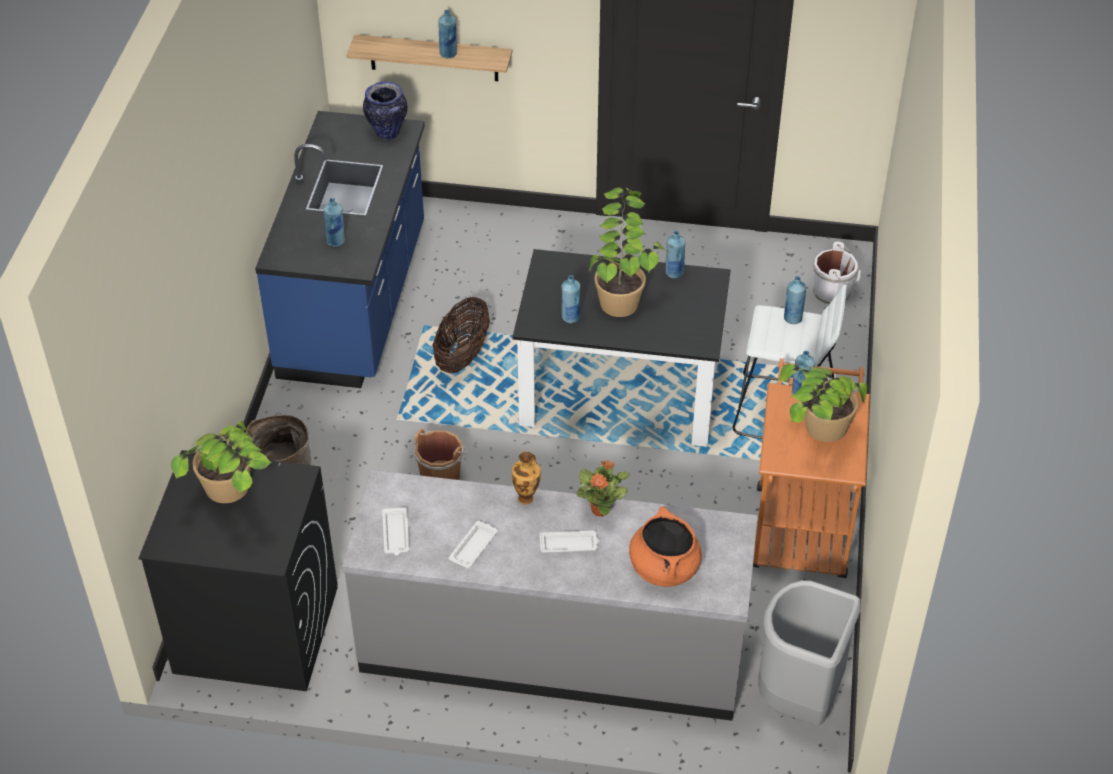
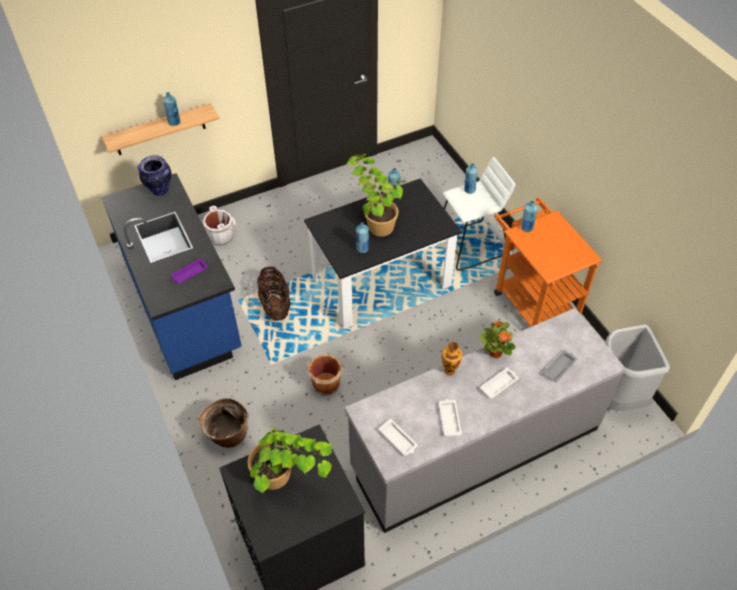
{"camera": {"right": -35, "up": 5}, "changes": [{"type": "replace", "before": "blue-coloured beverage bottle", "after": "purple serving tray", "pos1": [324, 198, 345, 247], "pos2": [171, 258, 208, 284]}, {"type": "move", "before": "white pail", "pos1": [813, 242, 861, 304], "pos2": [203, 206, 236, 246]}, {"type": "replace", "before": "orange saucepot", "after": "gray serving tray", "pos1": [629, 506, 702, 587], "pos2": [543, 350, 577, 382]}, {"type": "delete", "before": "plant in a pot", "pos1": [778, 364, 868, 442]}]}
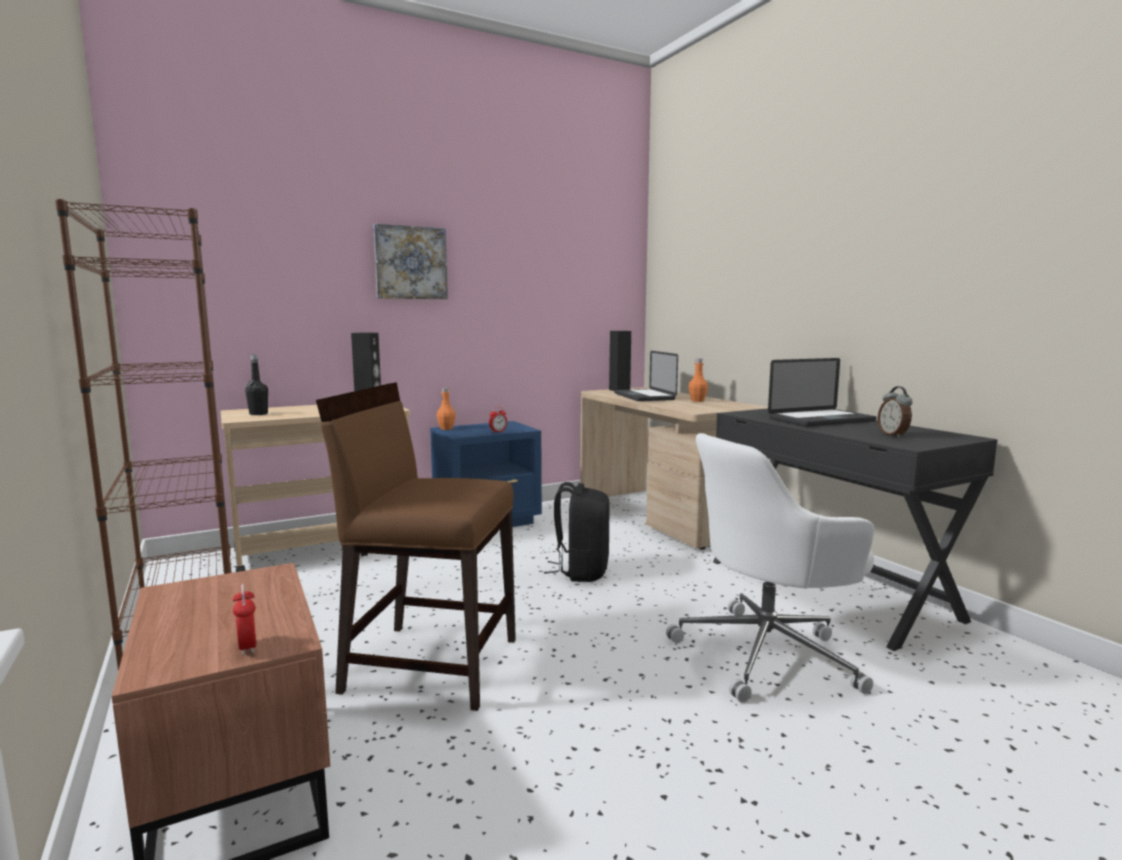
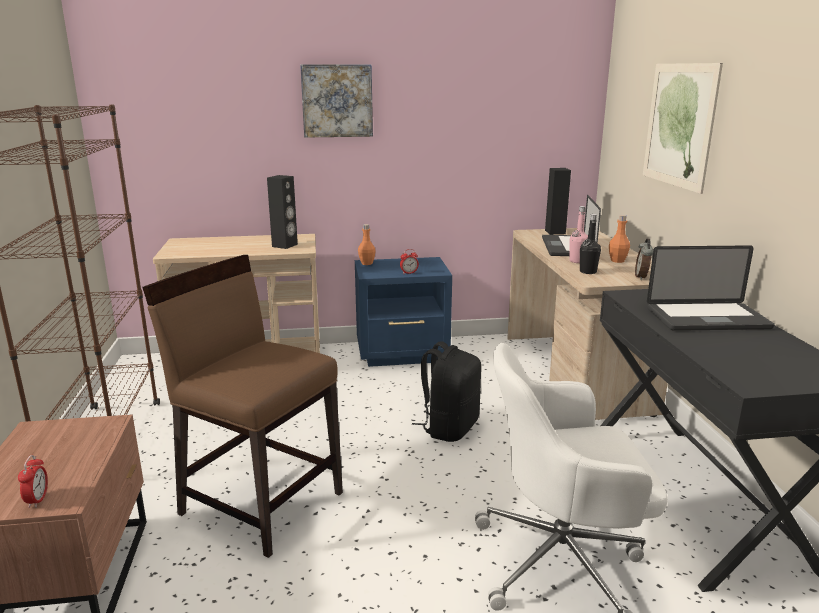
{"camera": {"right": 20, "up": 10}, "changes": [{"type": "insert", "after": "pinkish beverage bottle", "pos2": [570, 206, 588, 263]}, {"type": "move", "before": "blackish beverage bottle", "pos1": [245, 354, 268, 415], "pos2": [580, 214, 601, 274]}, {"type": "move", "before": "alarm clock", "pos1": [878, 386, 913, 438], "pos2": [635, 239, 654, 280]}, {"type": "insert", "after": "wall picture", "pos2": [643, 63, 723, 194]}]}
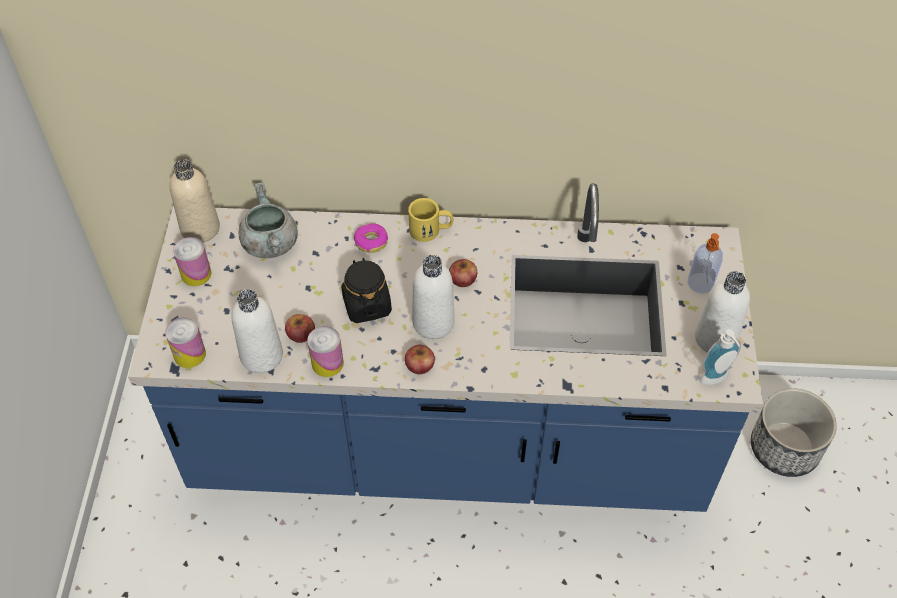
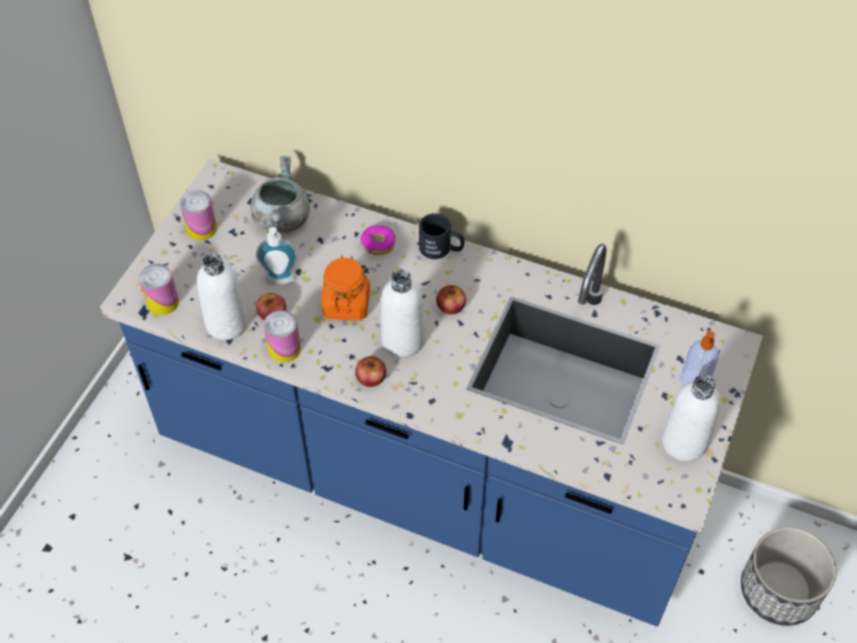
{"camera": {"right": 20, "up": 0}, "changes": [{"type": "move", "before": "soap dispenser", "pos1": [699, 329, 741, 385], "pos2": [256, 227, 298, 286]}, {"type": "recolor", "before": "blackish jar", "after": "orange jar", "pos1": [341, 258, 392, 323], "pos2": [321, 255, 370, 321]}, {"type": "recolor", "before": "yellow-coloured mug", "after": "blackish mug", "pos1": [408, 198, 453, 242], "pos2": [419, 213, 464, 259]}, {"type": "delete", "before": "beige beverage bottle", "pos1": [170, 159, 220, 242]}]}
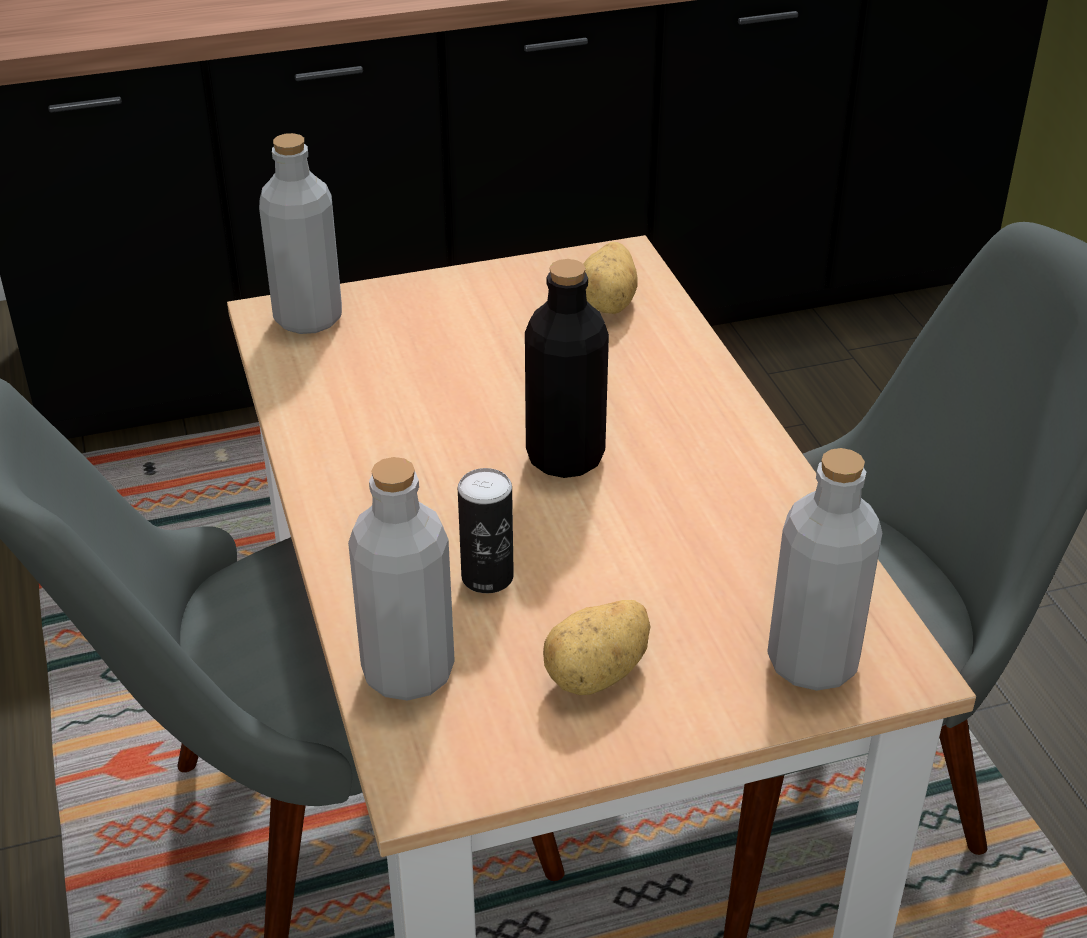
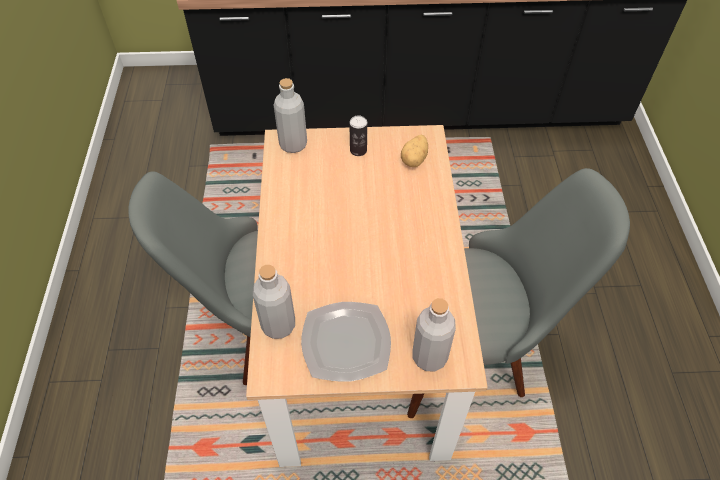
{"camera": {"right": 15, "up": 15}, "changes": [{"type": "replace", "before": "spud", "after": "plate", "pos1": [543, 600, 651, 695], "pos2": [301, 302, 391, 382]}, {"type": "move", "before": "metal can", "pos1": [458, 468, 514, 593], "pos2": [349, 115, 367, 156]}, {"type": "delete", "before": "blackish beverage bottle", "pos1": [525, 259, 609, 478]}]}
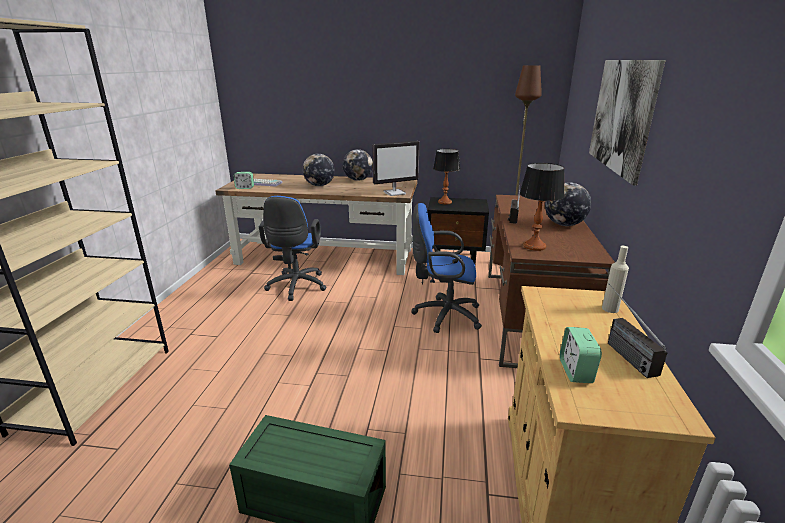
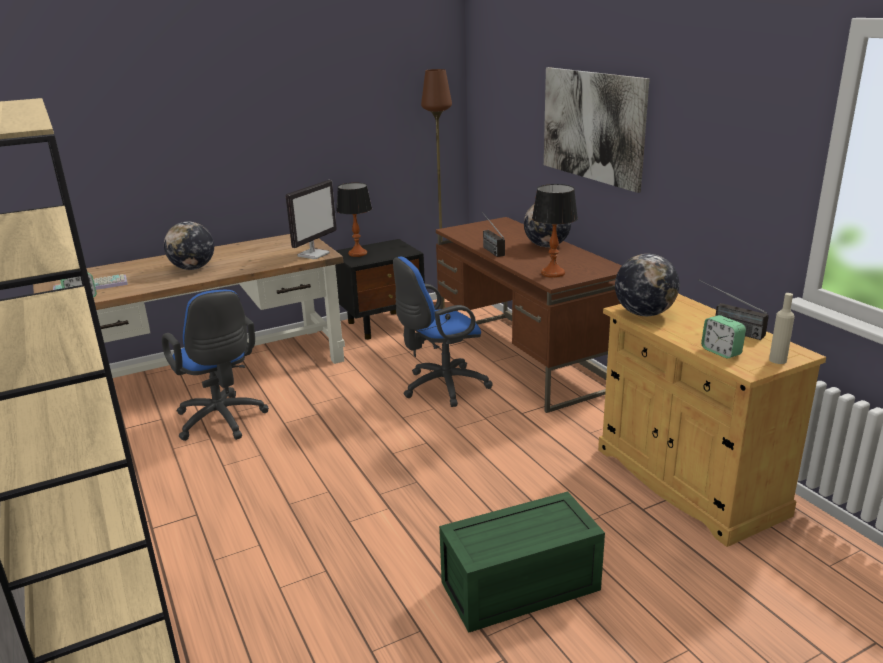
{"camera": {"right": -35, "up": 0}, "changes": [{"type": "move", "before": "world globe", "pos1": [343, 149, 373, 181], "pos2": [615, 254, 679, 316]}, {"type": "move", "before": "beige beverage bottle", "pos1": [602, 246, 629, 313], "pos2": [769, 293, 795, 364]}]}
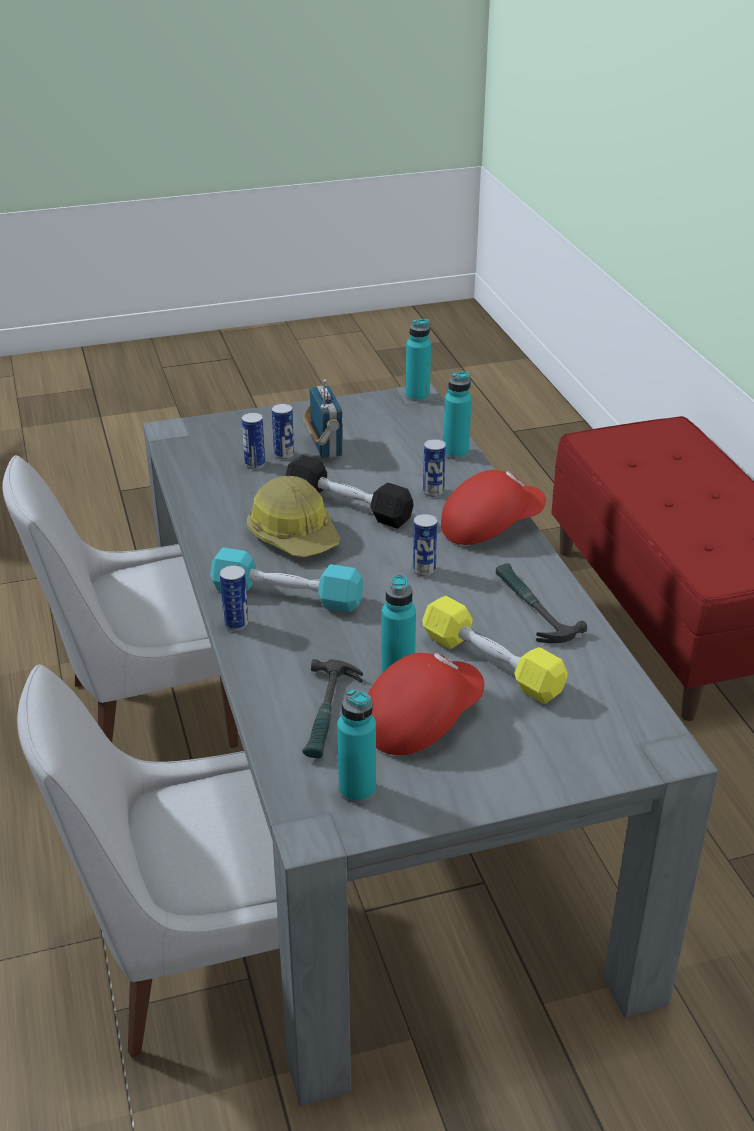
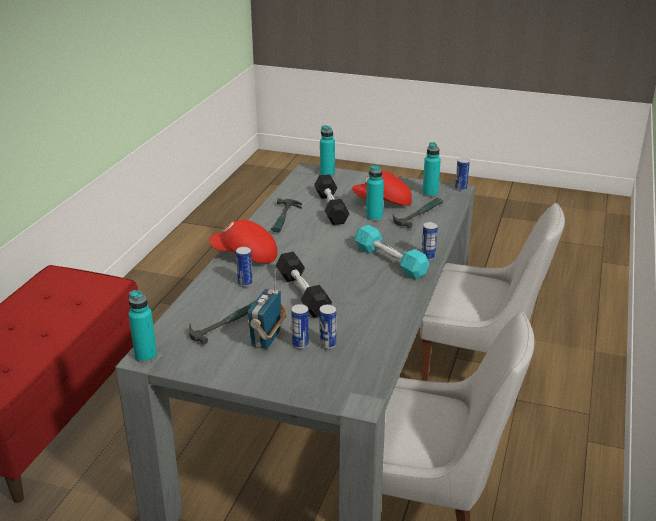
{"camera": {"right": -145, "up": -5}, "changes": [{"type": "insert", "after": "hand hammer", "pos2": [189, 300, 256, 345]}, {"type": "recolor", "before": "yellow-coloured dumbbell", "after": "blackish dumbbell", "pos1": [422, 596, 568, 704], "pos2": [314, 174, 349, 225]}, {"type": "move", "before": "turquoise-coloured beverage bottle", "pos1": [443, 371, 472, 460], "pos2": [320, 125, 335, 177]}, {"type": "move", "before": "metal can", "pos1": [413, 513, 438, 577], "pos2": [455, 158, 470, 192]}, {"type": "delete", "before": "work helmet", "pos1": [247, 476, 341, 557]}]}
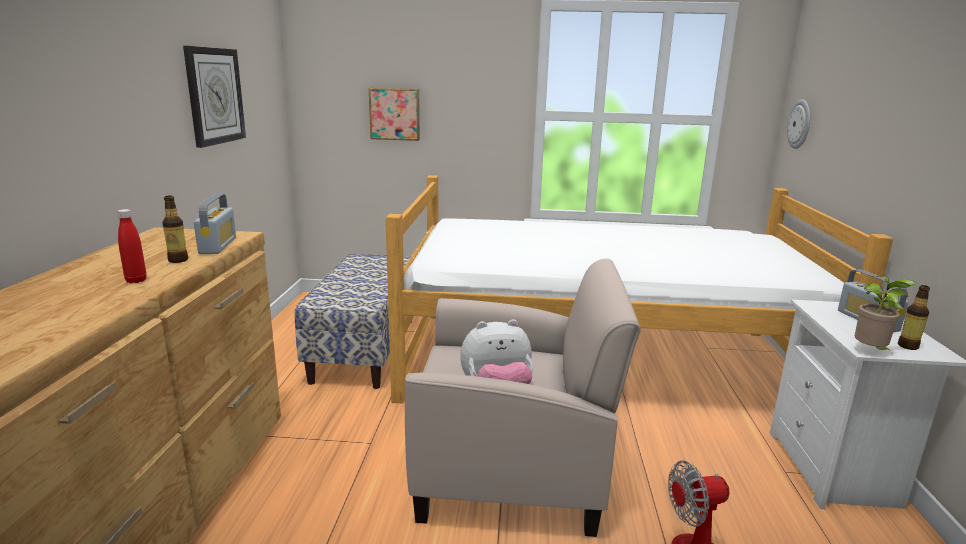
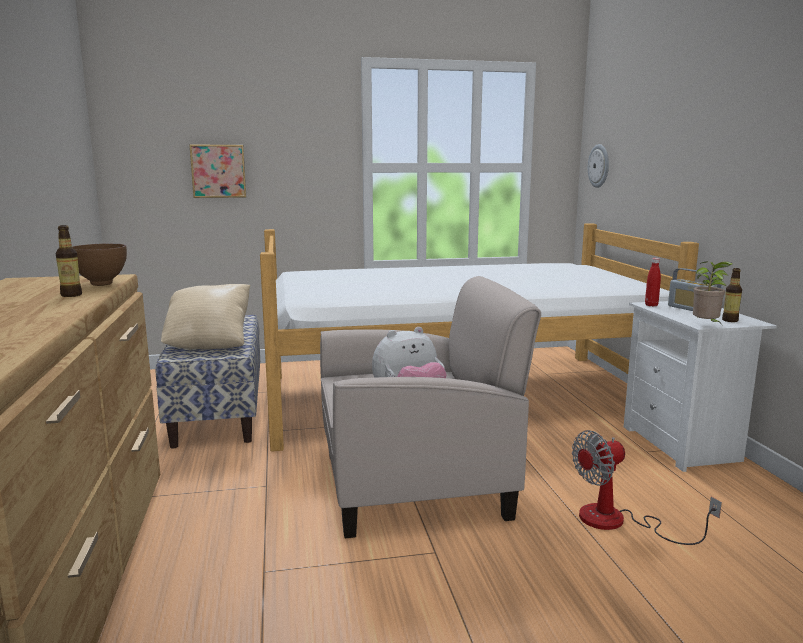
{"camera": {"right": -15, "up": -5}, "changes": [{"type": "replace", "before": "radio", "after": "brown-coloured deep dish", "pos1": [194, 194, 236, 254], "pos2": [72, 243, 127, 286]}, {"type": "insert", "after": "beige throw pillow", "pos2": [161, 284, 250, 350]}, {"type": "move", "before": "red-coloured beverage bottle", "pos1": [117, 209, 146, 283], "pos2": [645, 258, 661, 307]}, {"type": "delete", "before": "clock on the wall", "pos1": [183, 46, 246, 148]}]}
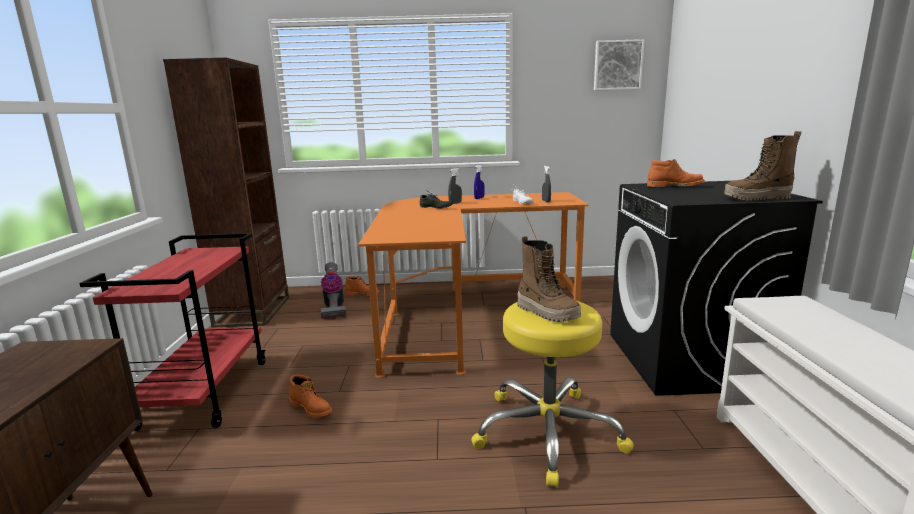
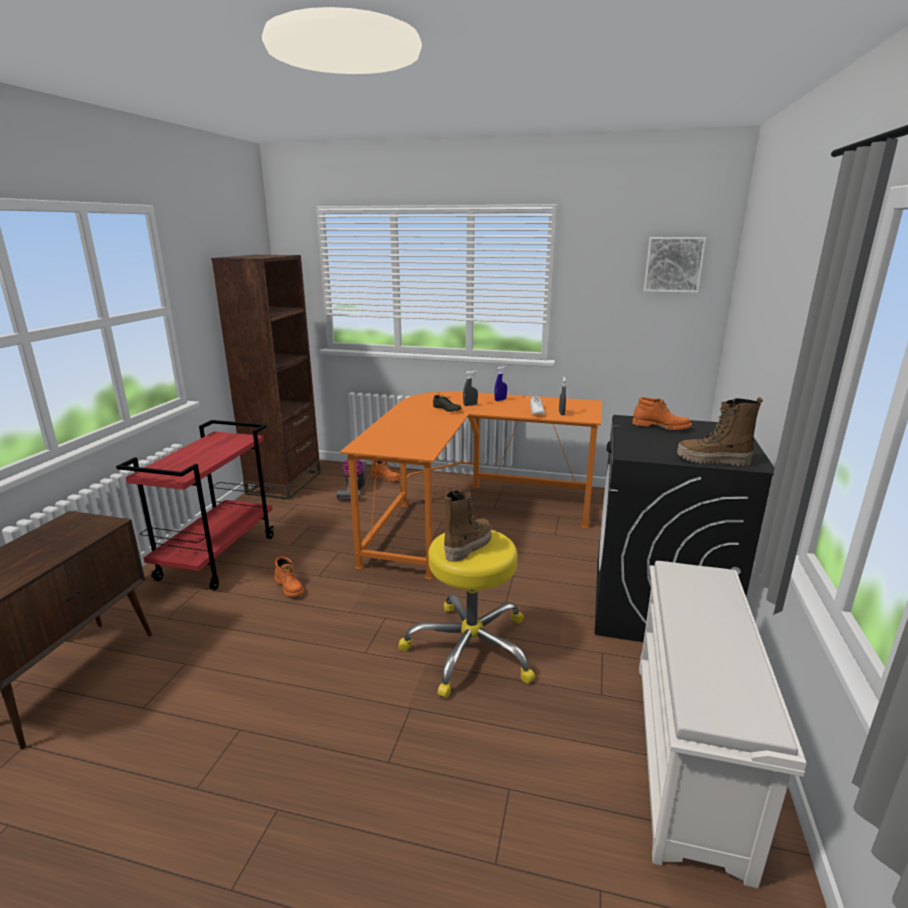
{"camera": {"right": 15, "up": 5}, "changes": [{"type": "rotate", "before": "high-top boot", "pos1": [517, 236, 581, 322], "pos2": [444, 490, 492, 562], "turn": -120}]}
